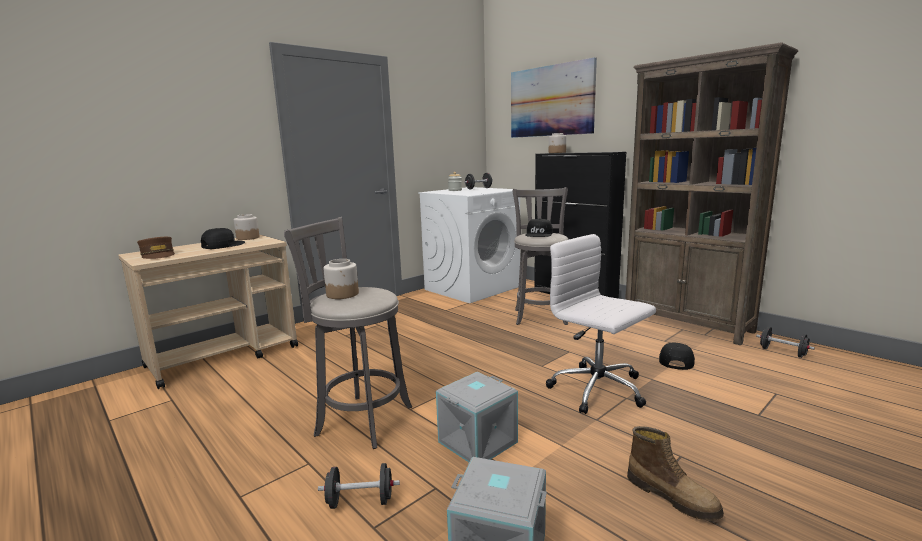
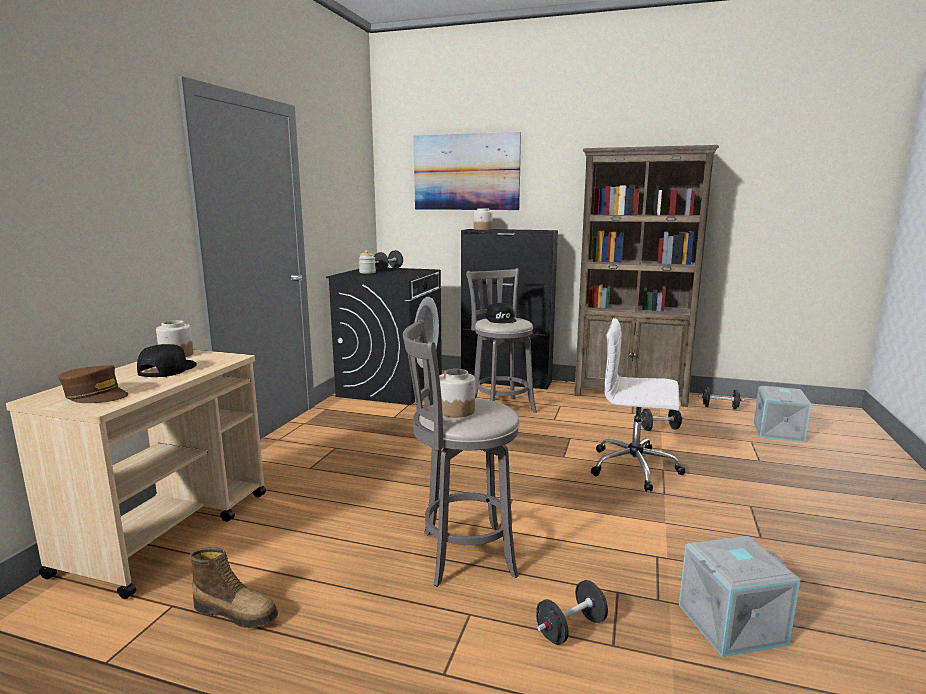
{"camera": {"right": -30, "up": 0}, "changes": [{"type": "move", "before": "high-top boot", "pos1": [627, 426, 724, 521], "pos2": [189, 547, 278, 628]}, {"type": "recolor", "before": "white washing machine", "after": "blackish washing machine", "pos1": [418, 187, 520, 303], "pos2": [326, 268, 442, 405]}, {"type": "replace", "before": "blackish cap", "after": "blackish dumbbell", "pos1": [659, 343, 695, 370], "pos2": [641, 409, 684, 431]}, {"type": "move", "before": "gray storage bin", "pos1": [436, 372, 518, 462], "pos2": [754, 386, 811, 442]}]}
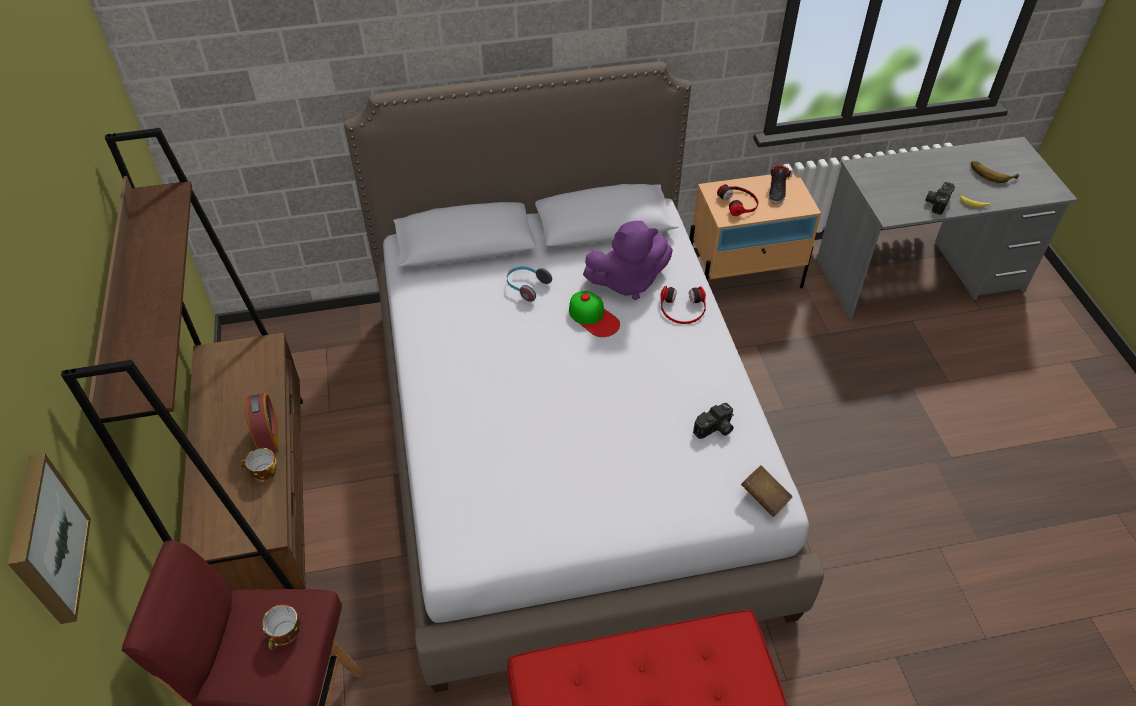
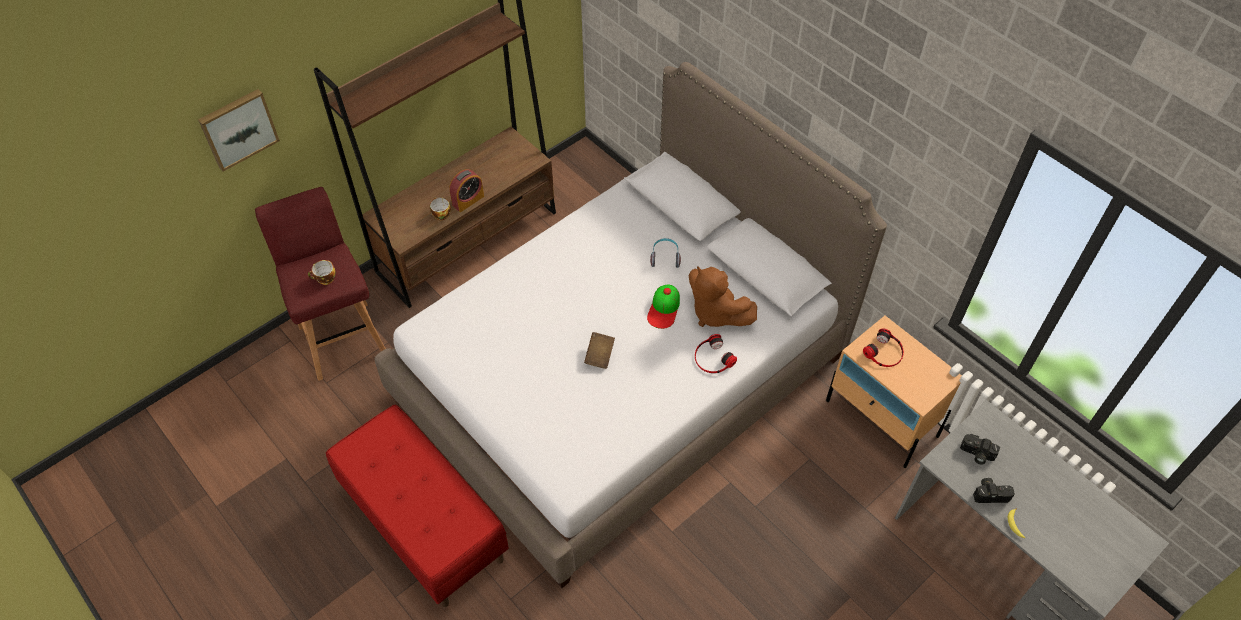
{"camera": {"right": 60, "up": 5}, "changes": [{"type": "move", "before": "brown-coloured bound book", "pos1": [741, 465, 793, 517], "pos2": [584, 332, 615, 369]}, {"type": "recolor", "before": "purple plush toy", "after": "brown-coloured plush toy", "pos1": [583, 221, 673, 300], "pos2": [689, 266, 757, 327]}, {"type": "move", "before": "still camera", "pos1": [693, 403, 733, 439], "pos2": [960, 434, 1000, 465]}, {"type": "delete", "before": "blackish shoe", "pos1": [769, 165, 791, 204]}, {"type": "delete", "before": "whole banana", "pos1": [971, 161, 1019, 183]}]}
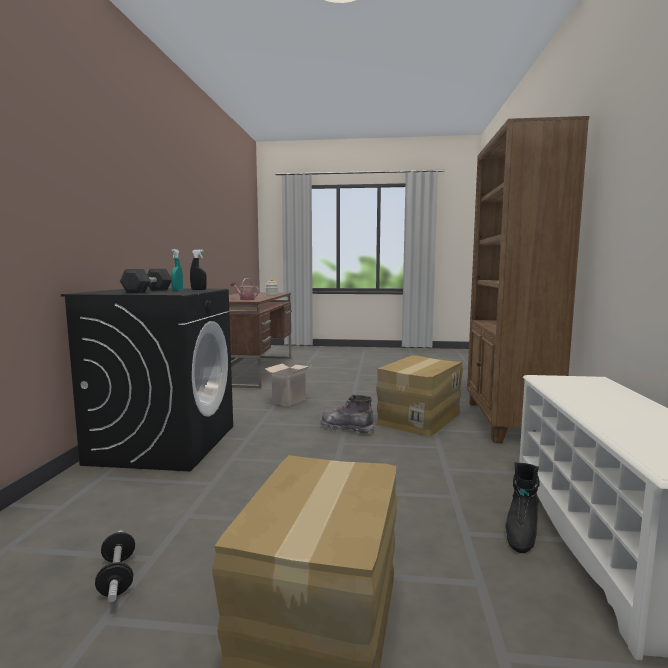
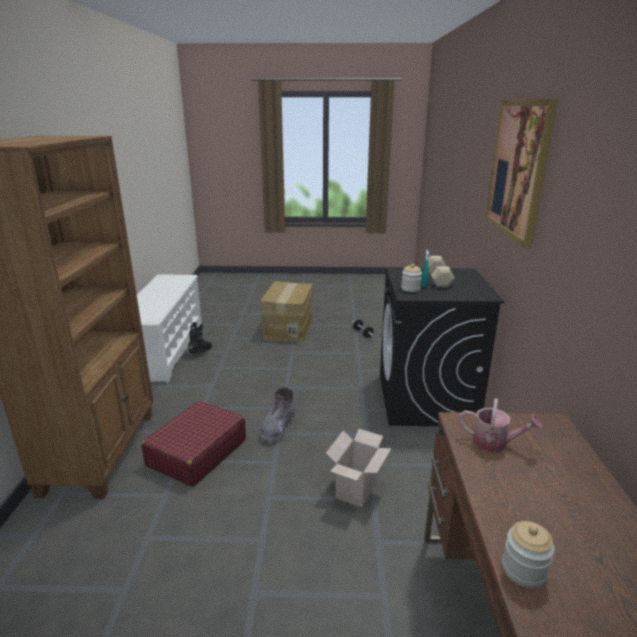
{"camera": {"right": 175, "up": 15}, "changes": [{"type": "replace", "before": "carton", "after": "red-coloured travel case", "pos1": [376, 355, 463, 437], "pos2": [141, 401, 246, 487]}, {"type": "rotate", "before": "gray high-top boot", "pos1": [320, 394, 375, 434], "pos2": [260, 387, 295, 443], "turn": 90}, {"type": "replace", "before": "blackish sprayer", "after": "jar", "pos1": [190, 250, 207, 290], "pos2": [401, 264, 422, 292]}, {"type": "recolor", "before": "blackish dumbbell", "after": "beige dumbbell", "pos1": [120, 269, 171, 293], "pos2": [424, 256, 455, 287]}, {"type": "insert", "after": "wall picture", "pos2": [485, 99, 558, 248]}]}
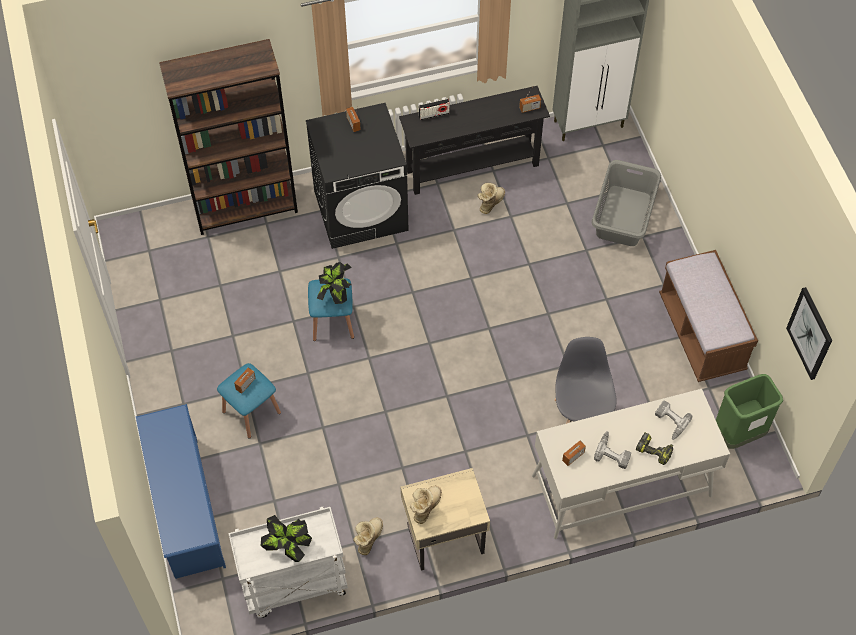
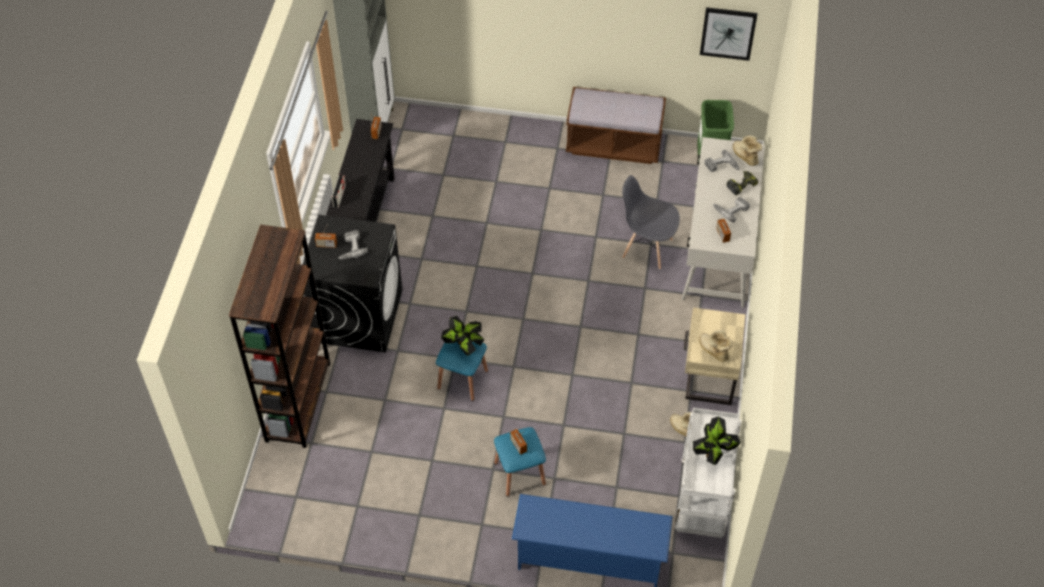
{"camera": {"right": -65, "up": -5}, "changes": [{"type": "insert", "after": "electric drill", "pos2": [338, 230, 368, 260]}, {"type": "move", "before": "high-top boot", "pos1": [477, 183, 505, 214], "pos2": [733, 135, 762, 166]}, {"type": "delete", "before": "gray laundry basket", "pos1": [592, 160, 661, 246]}]}
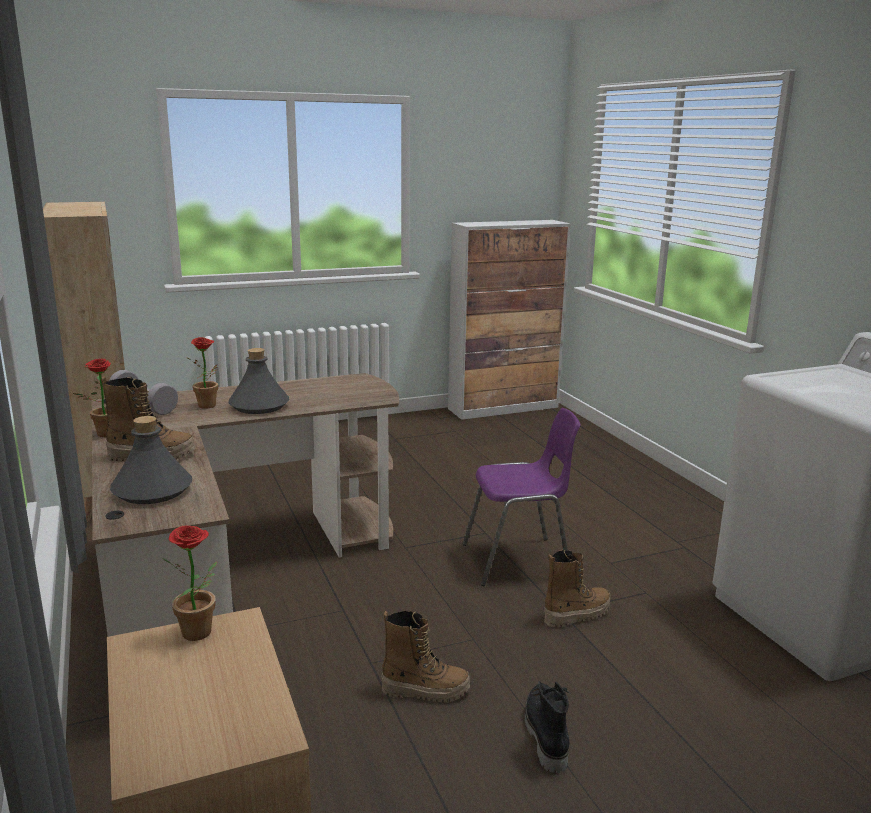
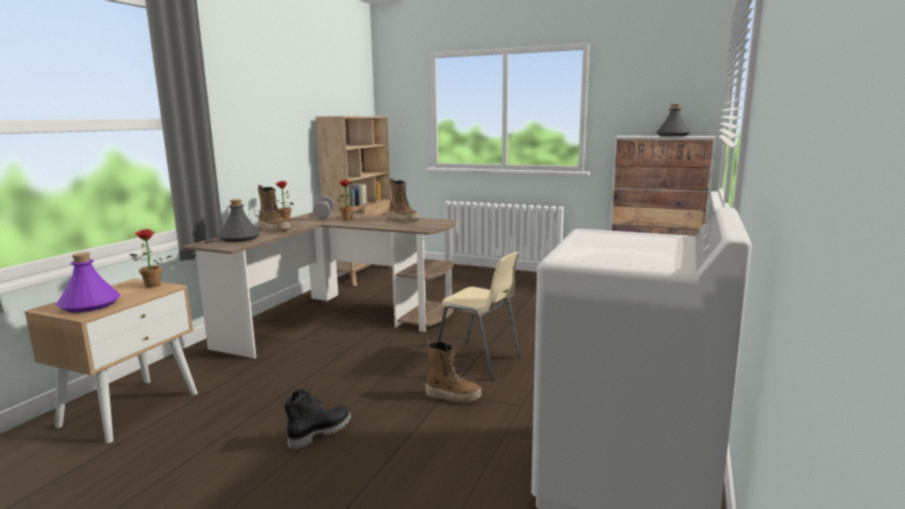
{"camera": {"right": 45, "up": -5}, "changes": [{"type": "insert", "after": "purple beverage bottle", "pos2": [56, 252, 120, 312]}, {"type": "move", "before": "high-top boot", "pos1": [381, 611, 470, 702], "pos2": [388, 178, 418, 222]}, {"type": "recolor", "before": "purple chair", "after": "beige chair", "pos1": [462, 408, 580, 586], "pos2": [437, 252, 521, 379]}, {"type": "move", "before": "gray beverage bottle", "pos1": [228, 348, 289, 414], "pos2": [656, 104, 690, 137]}]}
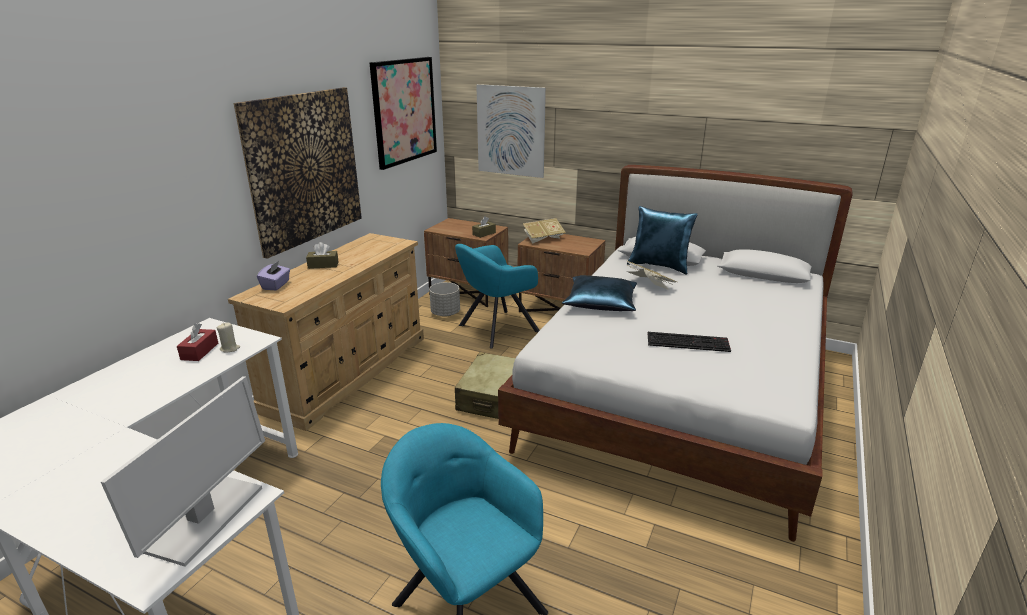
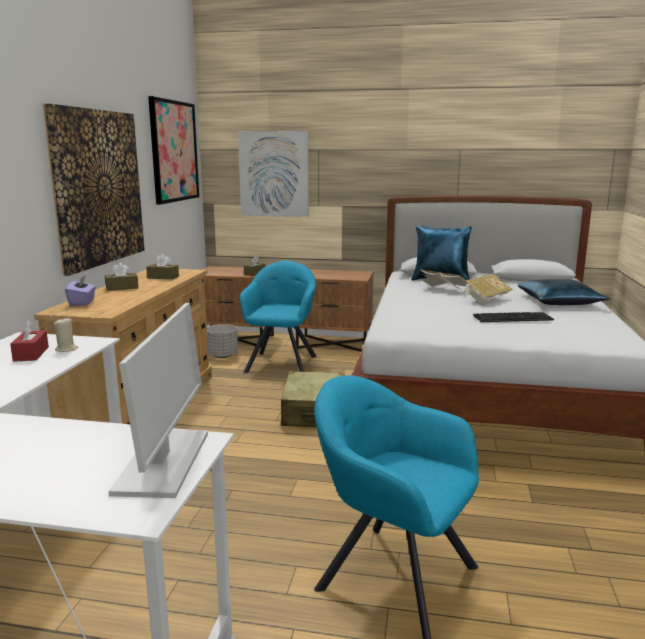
{"camera": {"right": -15, "up": -10}, "changes": [{"type": "insert", "after": "brown-coloured tissue holder", "pos2": [146, 254, 179, 280]}, {"type": "rotate", "before": "turquoise-coloured lounge chair", "pos1": [455, 244, 540, 349], "pos2": [240, 261, 317, 373], "turn": 150}, {"type": "move", "before": "bound book", "pos1": [523, 218, 566, 244], "pos2": [464, 274, 513, 304]}, {"type": "move", "before": "blue-coloured throw pillow", "pos1": [562, 275, 637, 311], "pos2": [518, 279, 610, 305]}]}
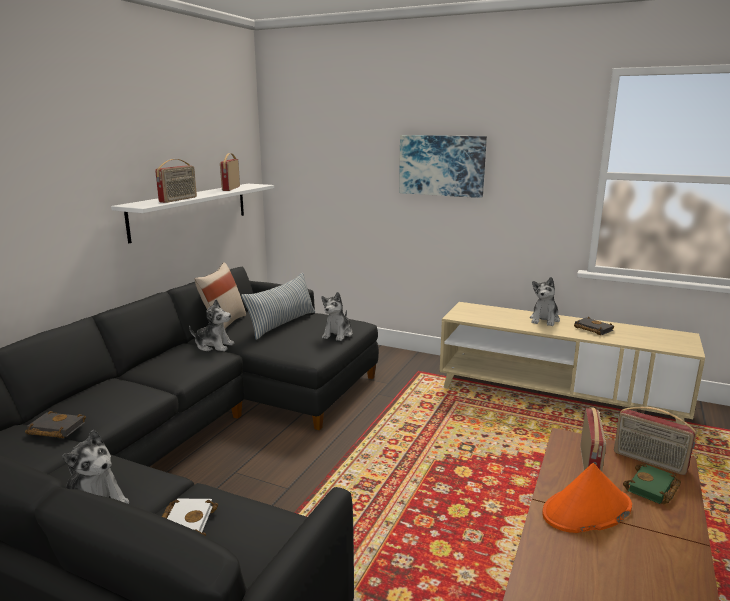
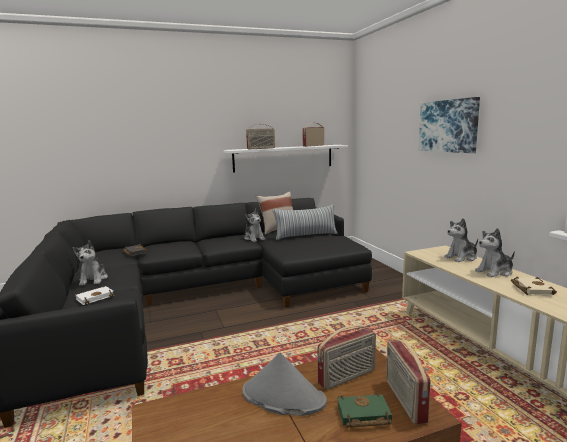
{"camera": {"right": 45, "up": -5}, "changes": [{"type": "recolor", "before": "orange wearable hat", "after": "gray wearable hat", "pos1": [542, 463, 632, 533], "pos2": [242, 352, 327, 416]}, {"type": "move", "before": "plush toy", "pos1": [321, 292, 352, 341], "pos2": [444, 218, 478, 262]}, {"type": "recolor", "before": "blackish bound book", "after": "beige bound book", "pos1": [574, 317, 614, 335], "pos2": [511, 277, 557, 296]}]}
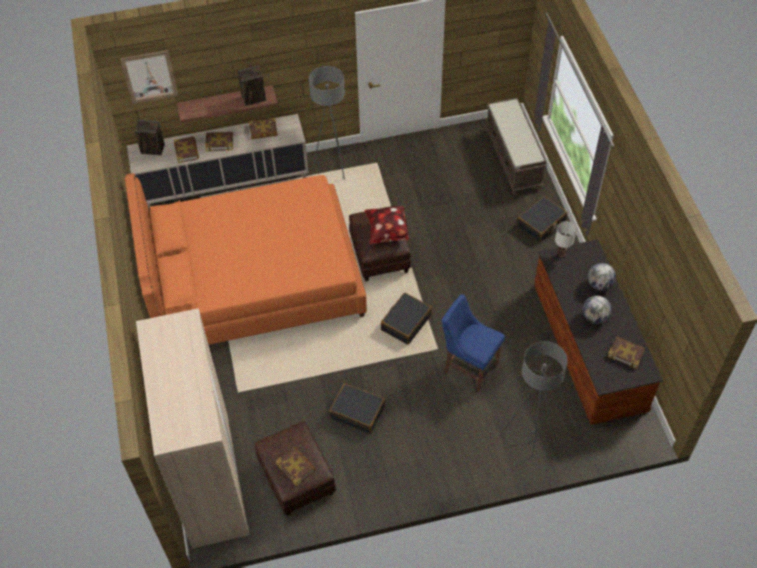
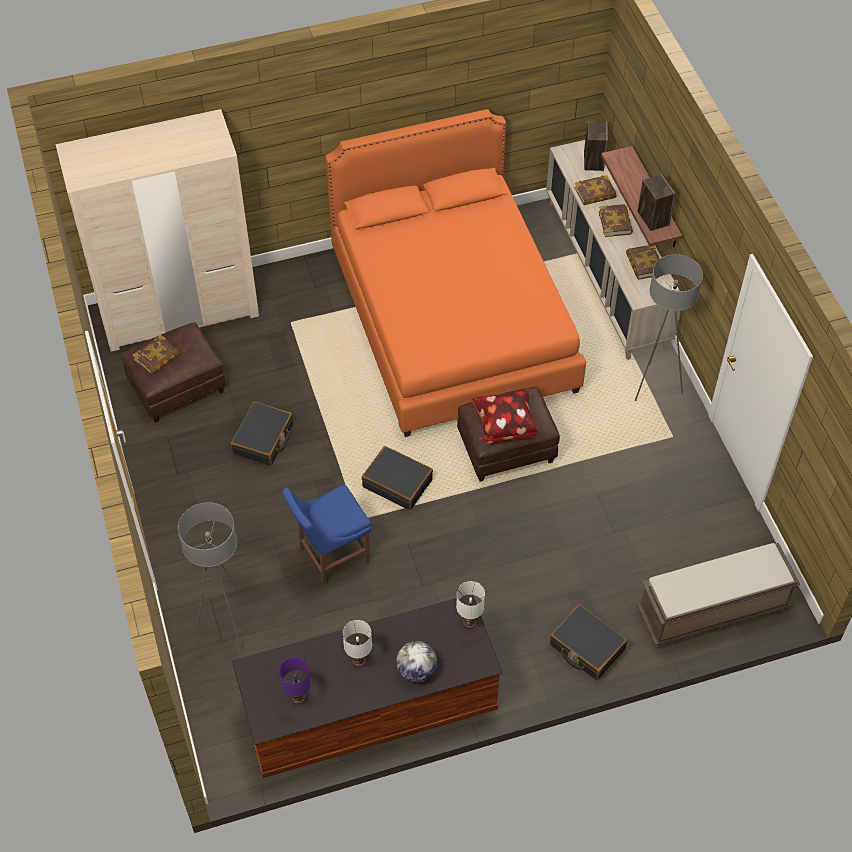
{"camera": {"right": 85, "up": 0}, "changes": [{"type": "replace", "before": "bound book", "after": "purple lamp for a table", "pos1": [607, 337, 645, 369], "pos2": [280, 657, 311, 704]}, {"type": "rotate", "before": "blue-coloured chair", "pos1": [442, 294, 505, 392], "pos2": [282, 485, 371, 586], "turn": -150}, {"type": "replace", "before": "world globe", "after": "white lamp for a table", "pos1": [583, 295, 612, 324], "pos2": [343, 620, 372, 667]}, {"type": "delete", "before": "wall picture", "pos1": [120, 50, 179, 104]}]}
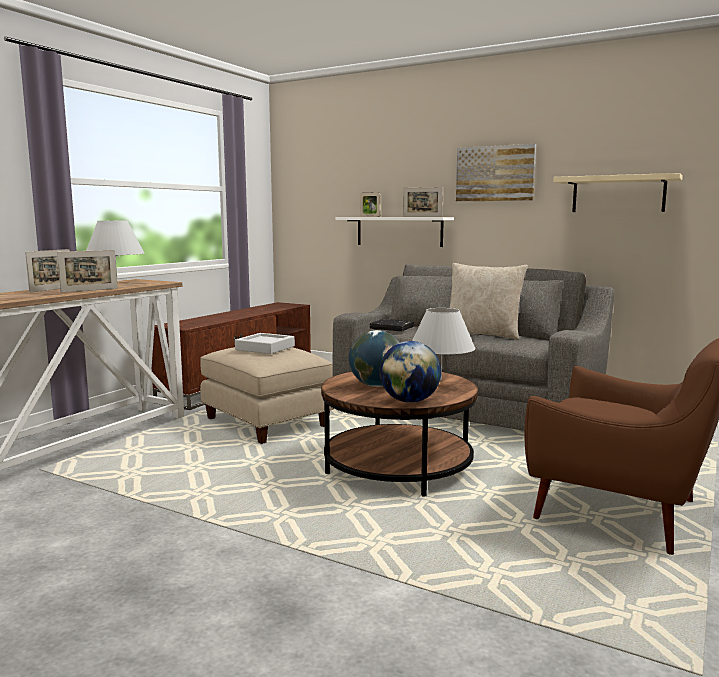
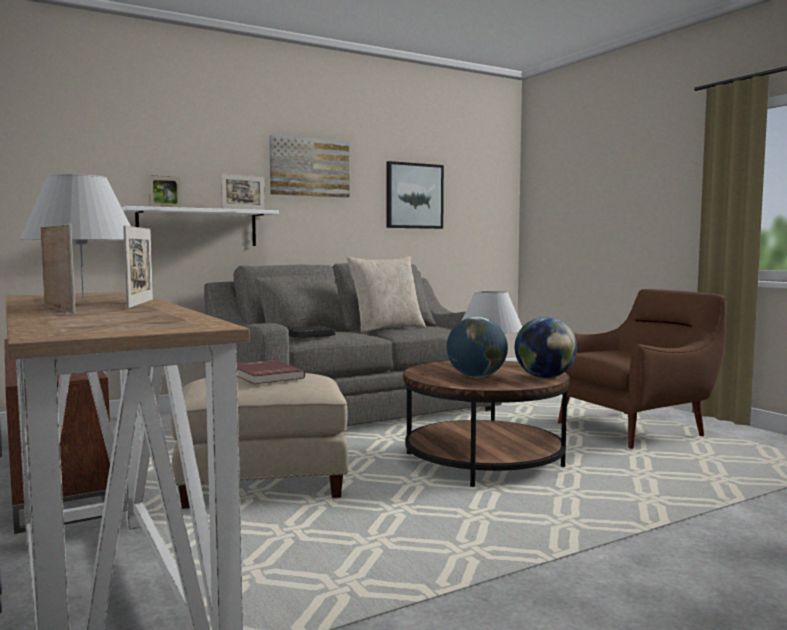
{"camera": {"right": -60, "up": -5}, "changes": [{"type": "replace", "before": "gray serving tray", "after": "red-coloured bound book", "pos1": [235, 333, 295, 354], "pos2": [237, 360, 305, 384]}, {"type": "replace", "before": "beige shelf", "after": "wall picture", "pos1": [553, 173, 683, 212], "pos2": [387, 161, 444, 229]}]}
